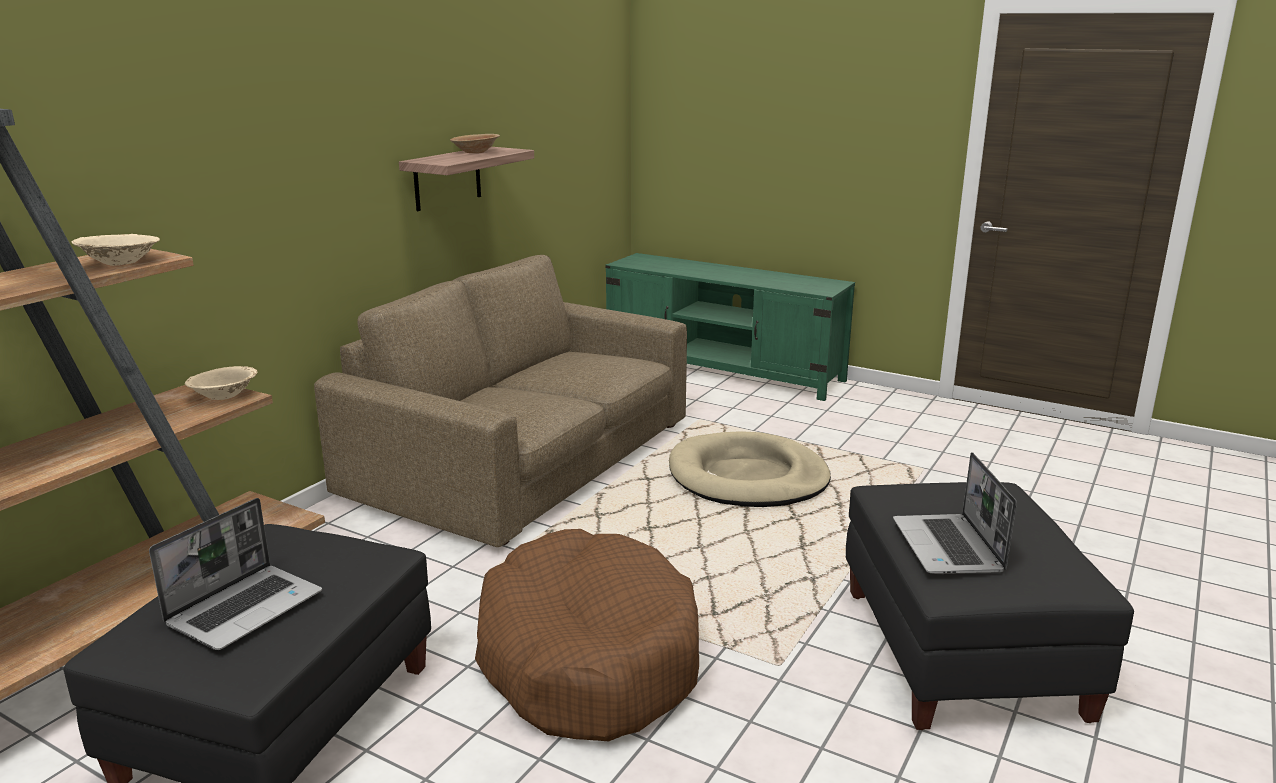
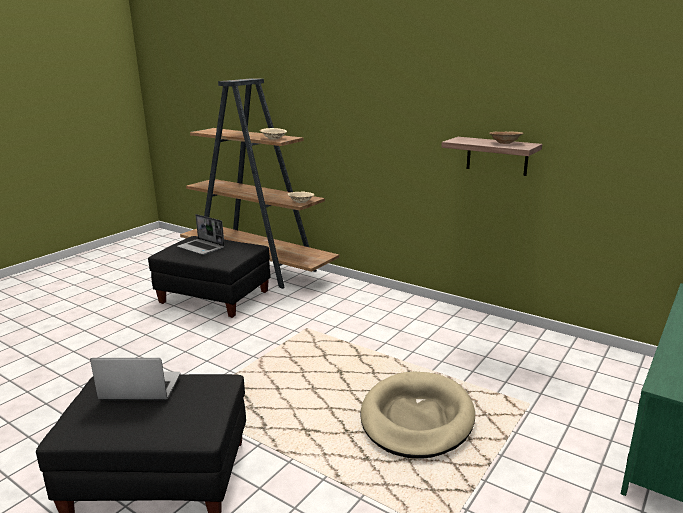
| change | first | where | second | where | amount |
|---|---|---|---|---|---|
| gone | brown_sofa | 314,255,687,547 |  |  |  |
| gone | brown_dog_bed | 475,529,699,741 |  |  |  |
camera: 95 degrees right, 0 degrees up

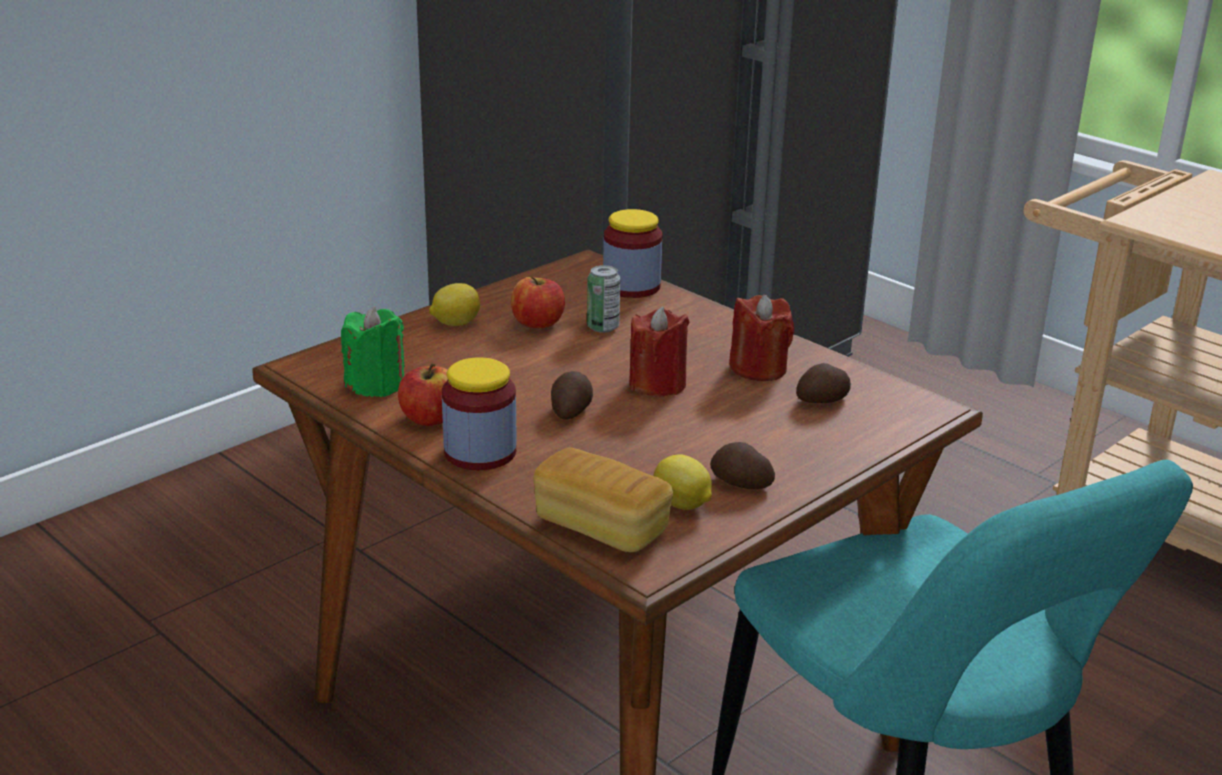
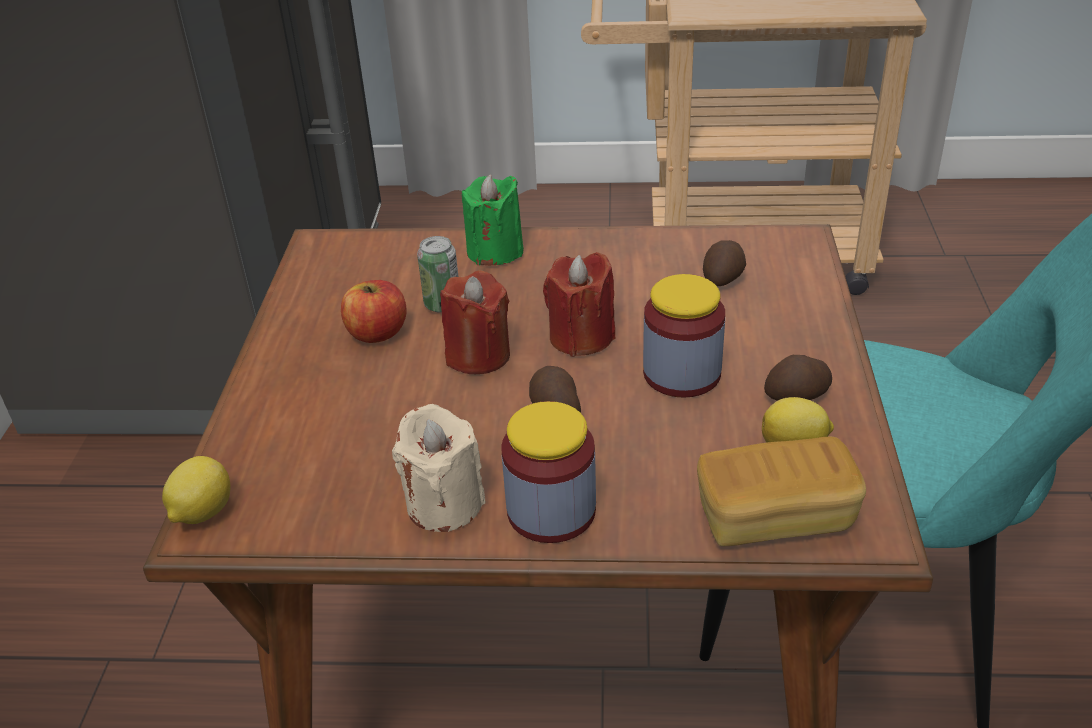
| change | first | where | second | where | amount |
|---|---|---|---|---|---|
| shifted | green_candle | 341,306,404,397 |  | 462,174,524,265 |  |
| shifted | lemon | 429,283,480,326 |  | 162,456,230,524 |  |
| shifted | jar | 603,209,663,298 |  | 643,274,725,398 |  |
| shifted | red_candle | 729,295,794,381 |  | 440,270,510,374 |  |
| swapped | apple | 398,363,448,426 | beige_candle | 392,404,486,532 |  |
camera: 40 degrees left, 10 degrees up

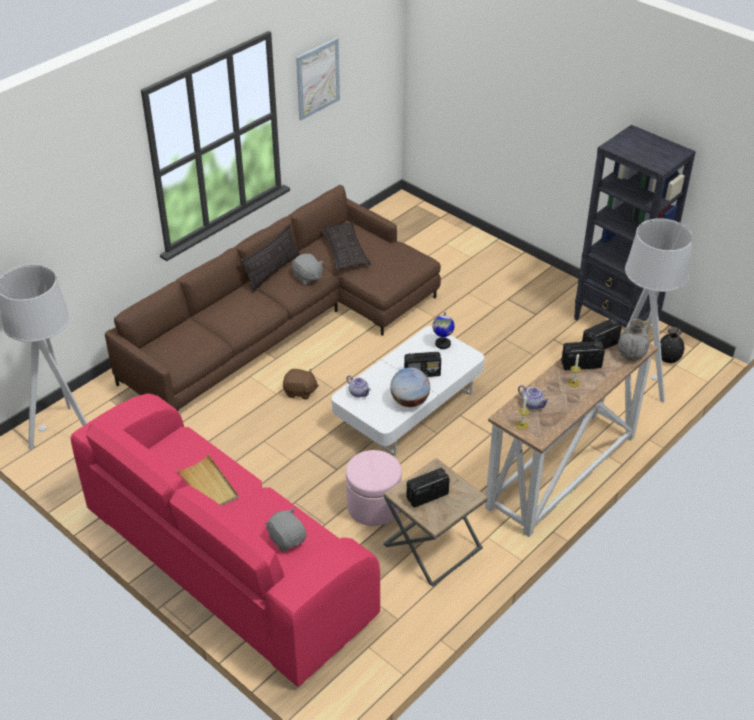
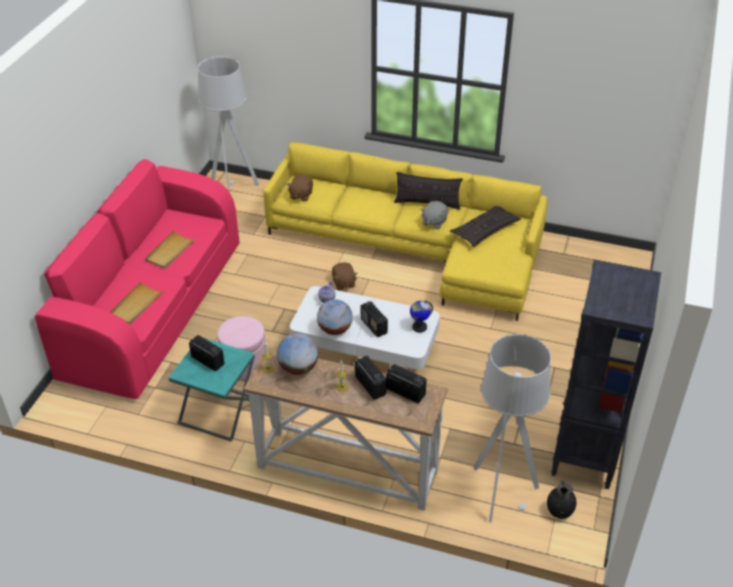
| change | first | where | second | where | amount |
|---|---|---|---|---|---|
| gone | picture | 296,38,340,120 |  |  |  |
| gone | grey_vase | 618,319,649,361 |  |  |  |
| new |  |  | brown_plush_toy | 287,175,313,201 |  |
| swapped | grey_plush_toy | 265,508,306,552 | beige_tray | 110,282,164,325 |  |
| swapped | teapot | 518,385,549,410 | globe | 277,333,318,375 |  |
| repainted | brown_sofa | 105,185,441,411 | yellow_sofa | 263,143,547,321 |  |
| repainted | brown_side_table | 384,458,487,586 | turquoise_side_table | 169,338,255,441 |  |
camera: 65 degrees right, 0 degrees up

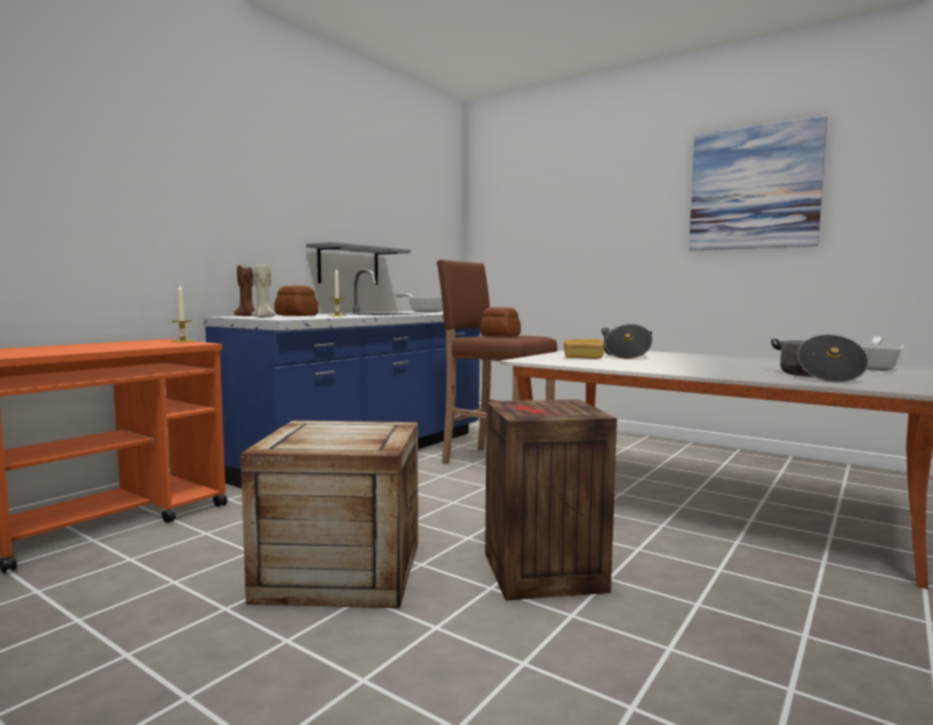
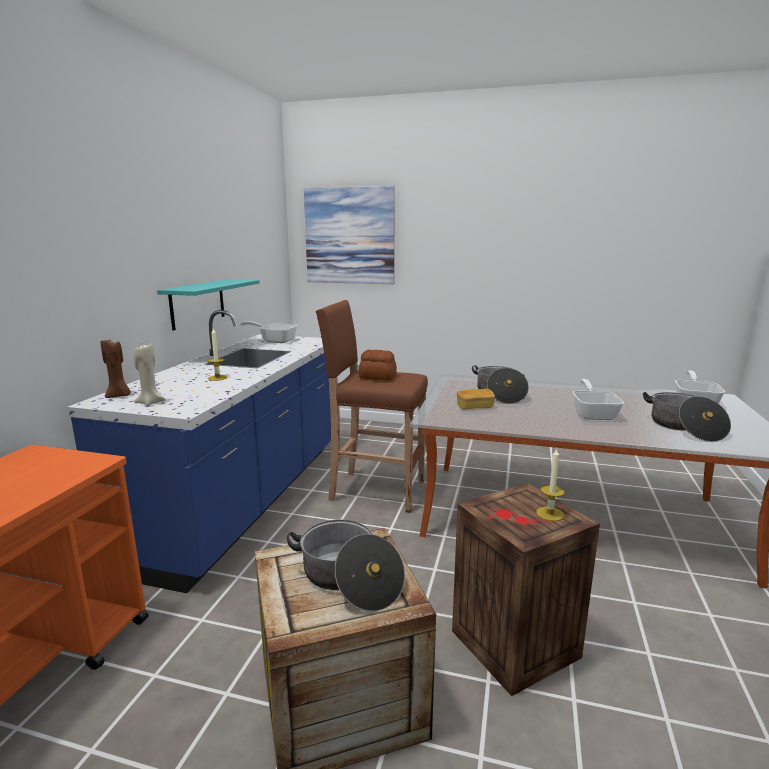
| change | first | where | second | where | amount |
|---|---|---|---|---|---|
| gone | bread | 274,285,318,316 |  |  |  |
| new |  |  | cooking_pot | 287,520,405,612 |  |
| new |  |  | frying_pan | 572,379,624,420 |  |
| shifted | candle | 171,285,194,342 |  | 536,449,565,521 |  |
| shifted | picture | 689,116,827,251 |  | 304,186,395,284 |  |
| repainted | grey_shelf | 306,242,411,285 | turquoise_shelf | 157,279,260,331 |  |
camera: 20 degrees left, 10 degrees up

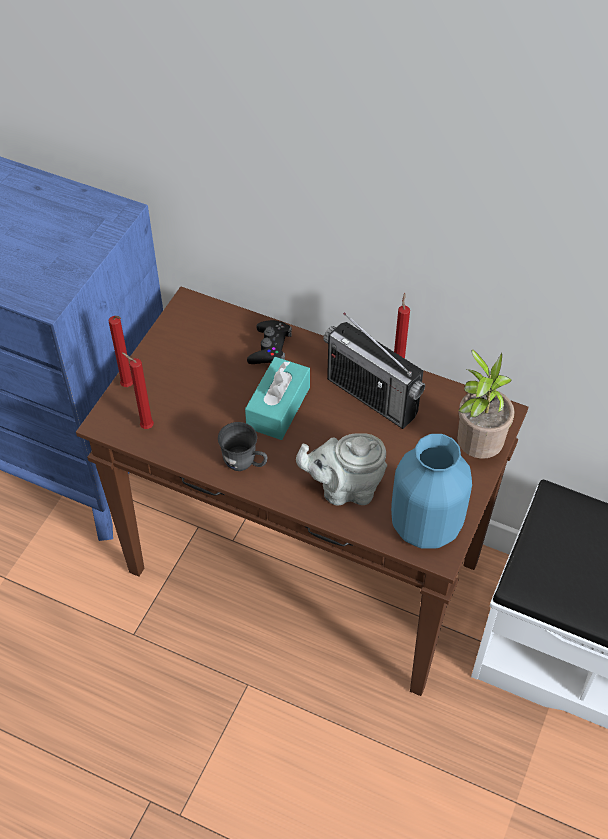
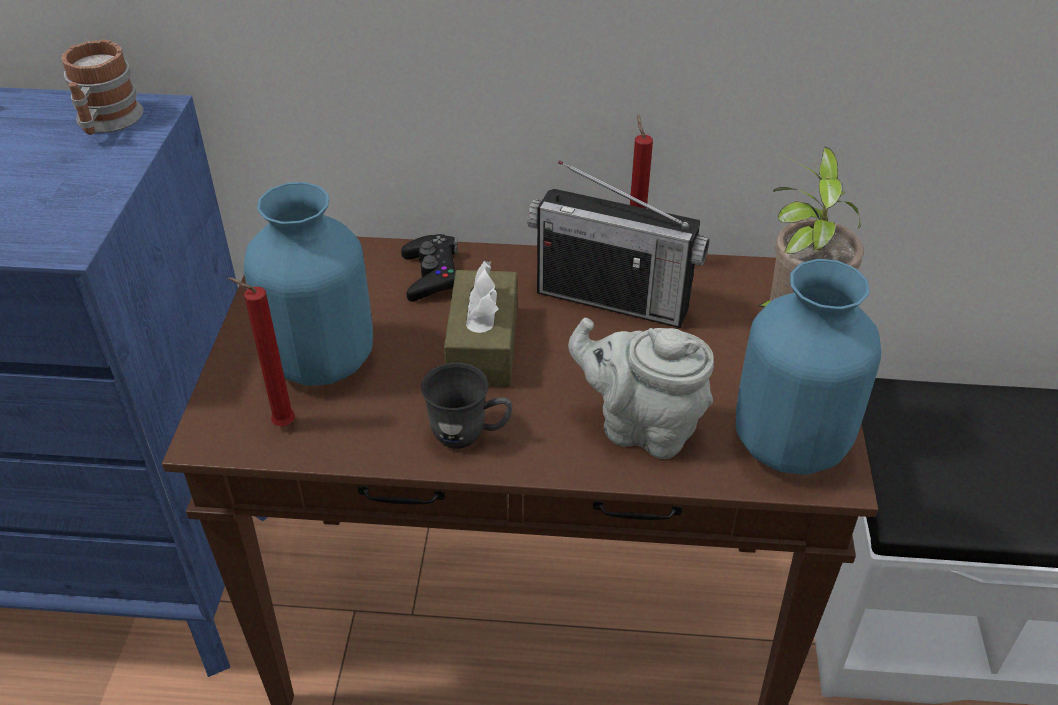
| change | first | where | second | where | amount |
|---|---|---|---|---|---|
| gone | red_candle | 109,316,133,387 |  |  |  |
| new |  |  | mug | 61,39,143,135 |  |
| new |  |  | blue_vase | 244,182,373,386 |  |
| repainted | turquoise_tissue_box | 245,357,310,440 | brown_tissue_box | 444,261,517,387 |  |
| rotated | grey_teapot | 296,433,387,506 |  | 568,318,714,459 | 45 degrees clockwise |
camera: 20 degrees left, 10 degrees down

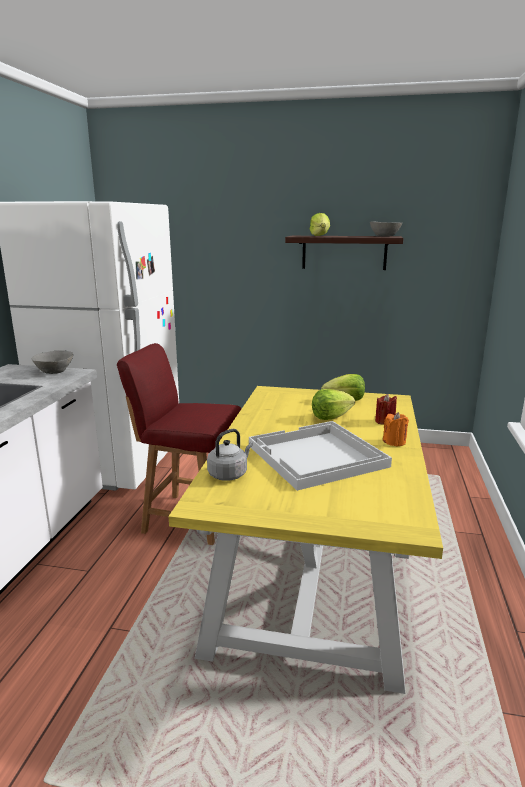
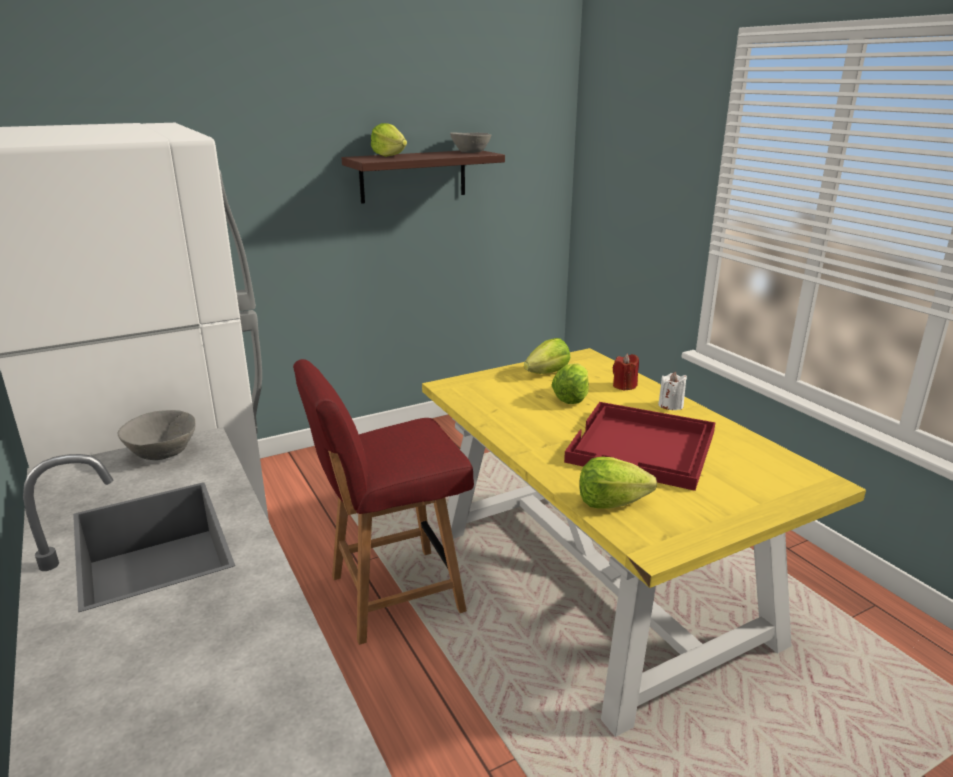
| change | first | where | second | where | amount |
|---|---|---|---|---|---|
| swapped | grey_kettle | 207,429,253,481 | lettuce | 579,457,657,508 |  |
| repainted | white_tray | 249,421,392,491 | red_tray | 564,402,716,491 |  |
| repainted | orange_candle | 383,412,409,447 | white_candle | 658,372,687,410 |  |
camera: 40 degrees left, 5 degrees up

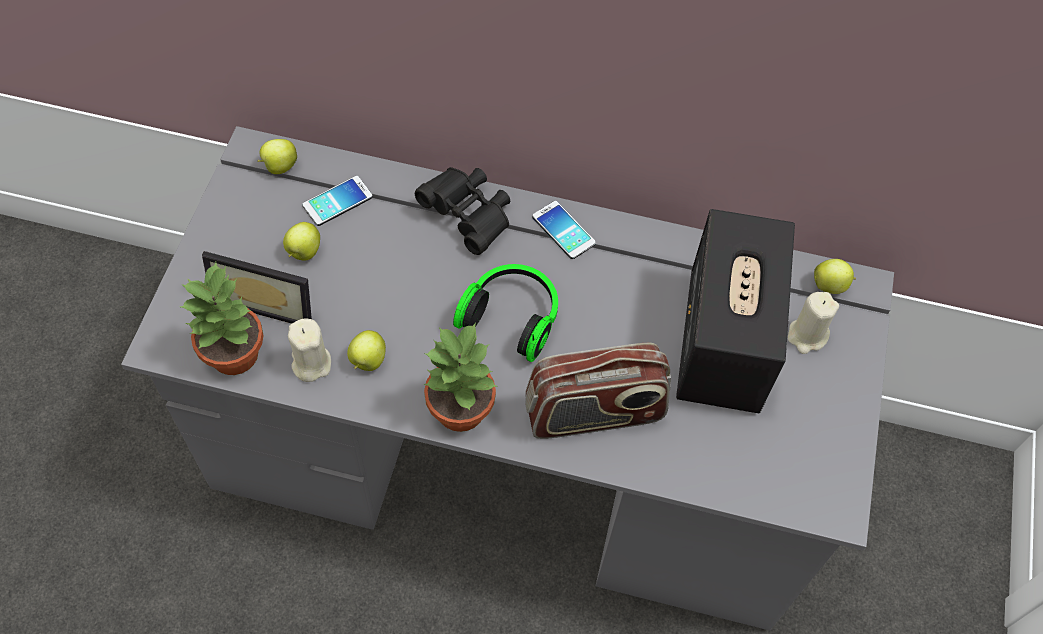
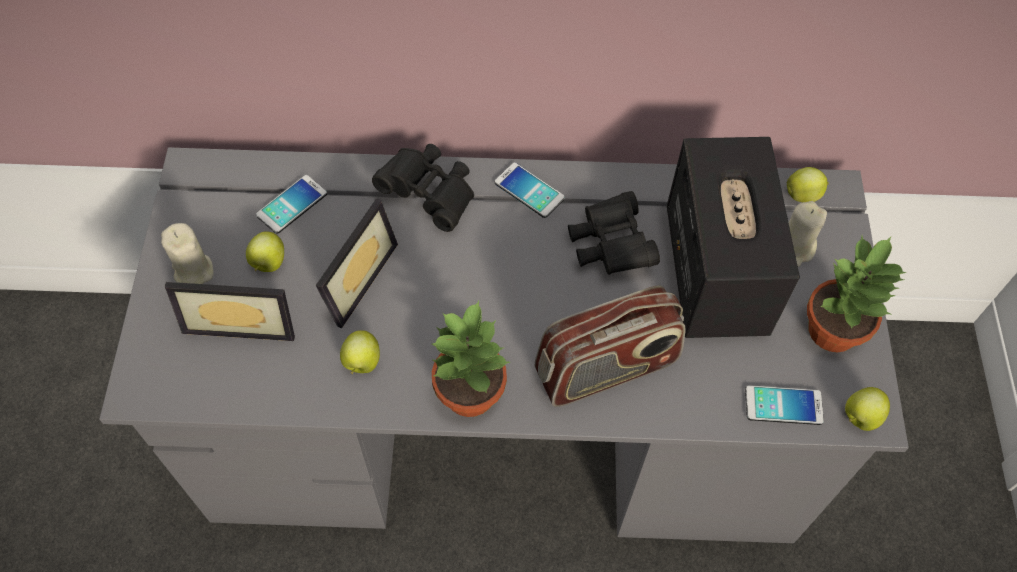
| change | first | where | second | where | amount |
|---|---|---|---|---|---|
| gone | headphones | 453,264,558,362 |  |  |  |
| new |  |  | picture_frame | 316,198,398,328 |  |
| new |  |  | black_binoculars | 568,191,660,275 |  |
| new |  |  | phone | 745,385,824,425 |  |
| shifted | potted_plant | 181,262,264,375 |  | 807,236,907,353 |  |
| shifted | apple | 258,139,297,174 |  | 845,387,890,431 |  |
| shifted | beige_candle | 288,319,331,382 |  | 161,223,214,284 |  |
camera: 10 degrees left, 0 degrees up

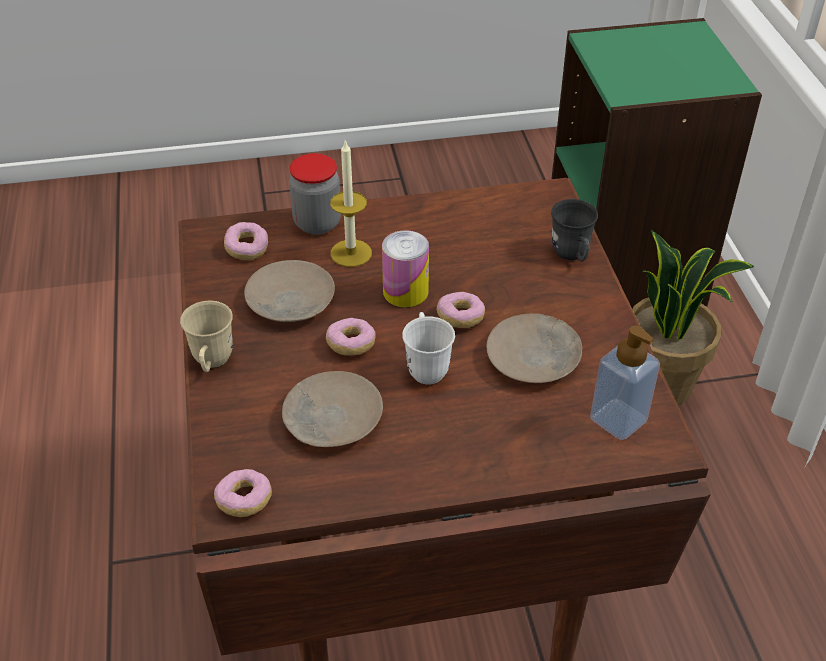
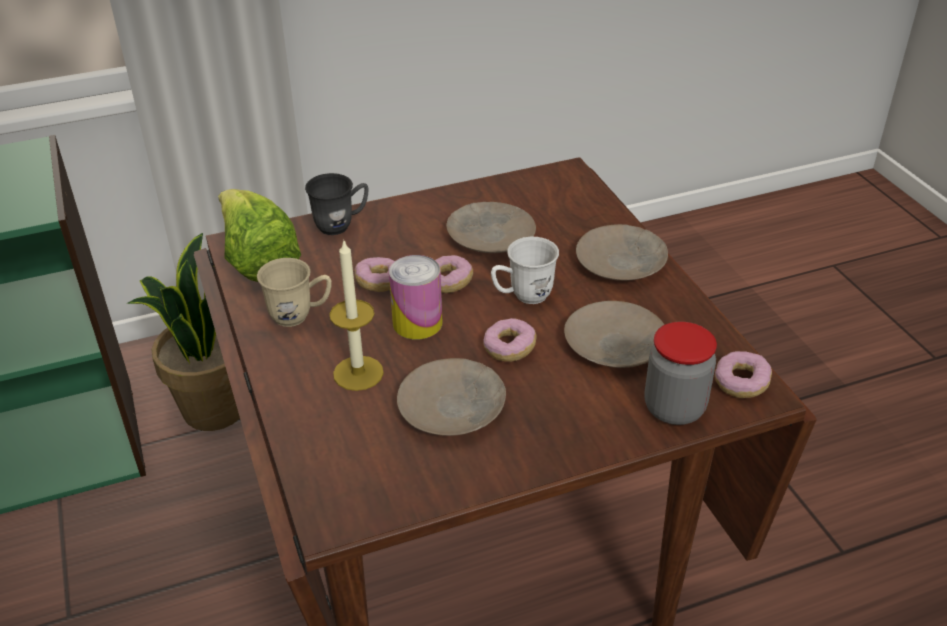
| change | first | where | second | where | amount |
|---|---|---|---|---|---|
| gone | soap_dispenser | 590,325,660,440 |  |  |  |
| new |  |  | lettuce | 218,189,301,282 |  |
| new |  |  | beige_plate | 576,224,668,281 |  |
| shifted | beige_mug | 180,300,233,372 |  | 257,258,332,327 |  |
| shifted | donut | 224,222,268,260 |  | 354,257,394,292 |  |
| shifted | jar | 289,154,341,235 |  | 644,322,717,425 |  |
camera: 100 degrees left, 5 degrees down

